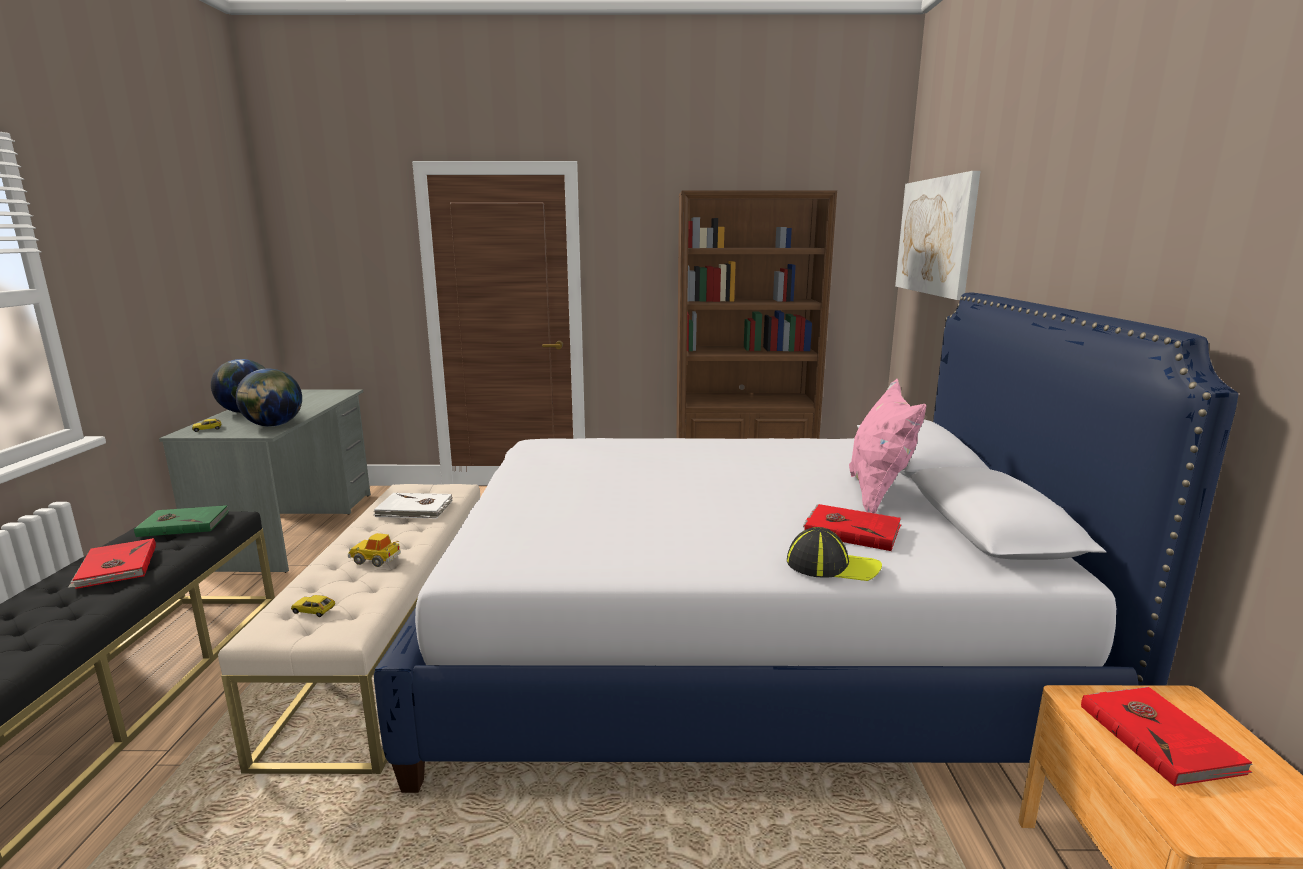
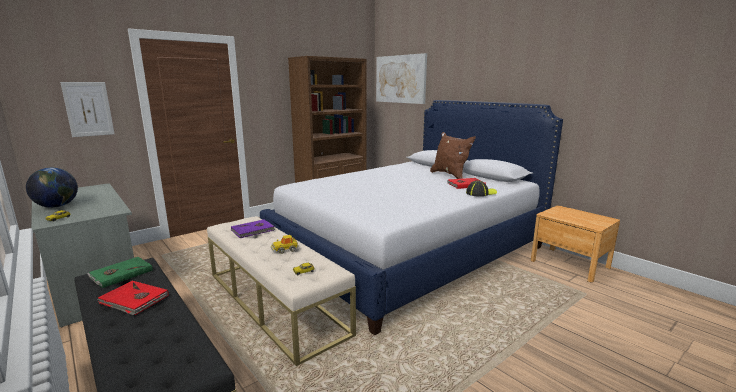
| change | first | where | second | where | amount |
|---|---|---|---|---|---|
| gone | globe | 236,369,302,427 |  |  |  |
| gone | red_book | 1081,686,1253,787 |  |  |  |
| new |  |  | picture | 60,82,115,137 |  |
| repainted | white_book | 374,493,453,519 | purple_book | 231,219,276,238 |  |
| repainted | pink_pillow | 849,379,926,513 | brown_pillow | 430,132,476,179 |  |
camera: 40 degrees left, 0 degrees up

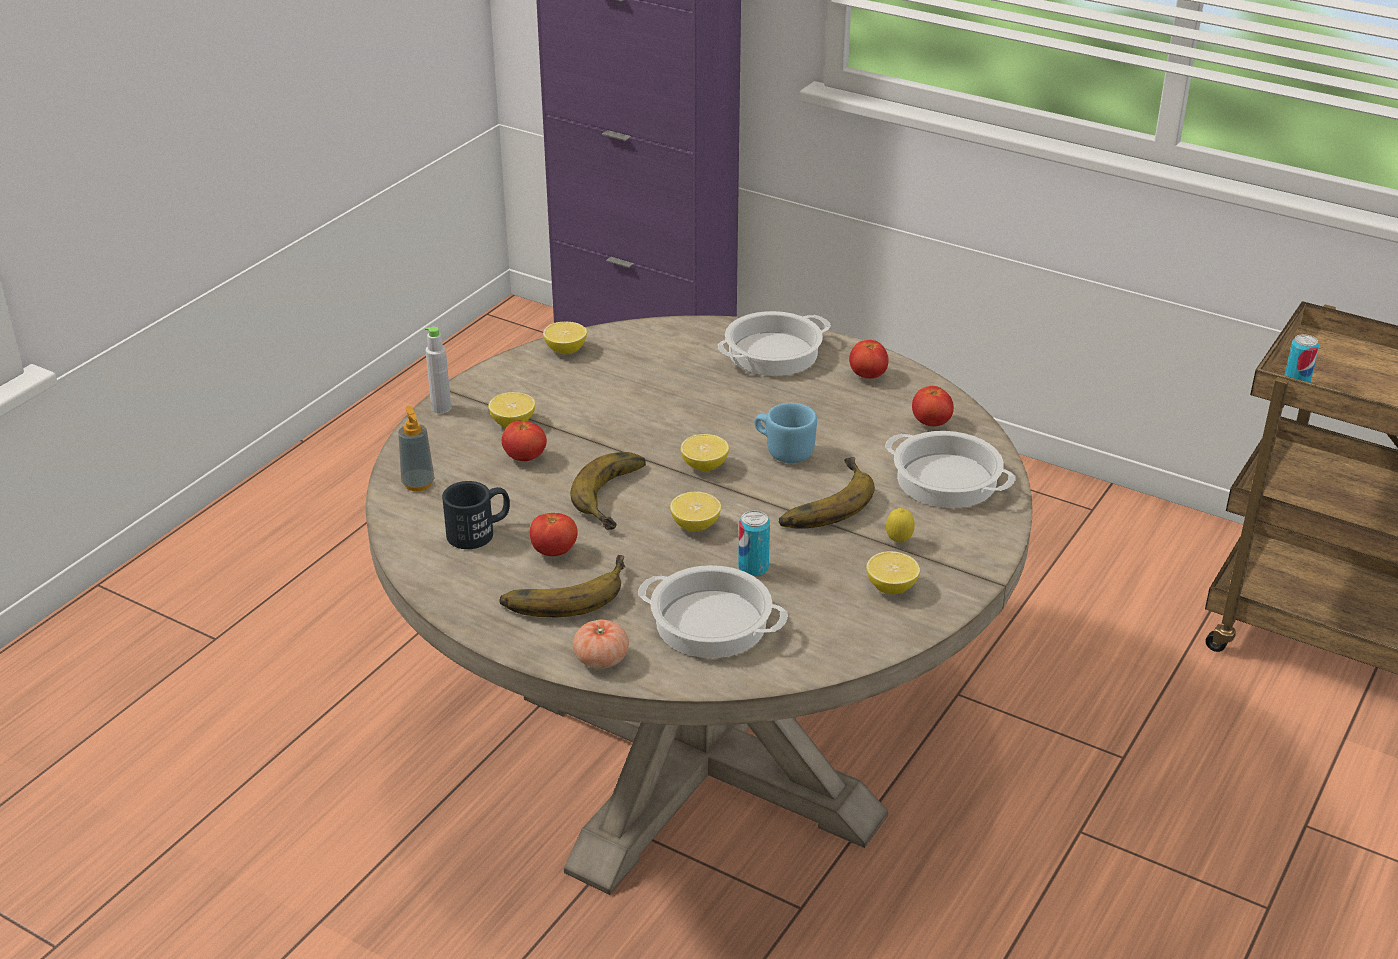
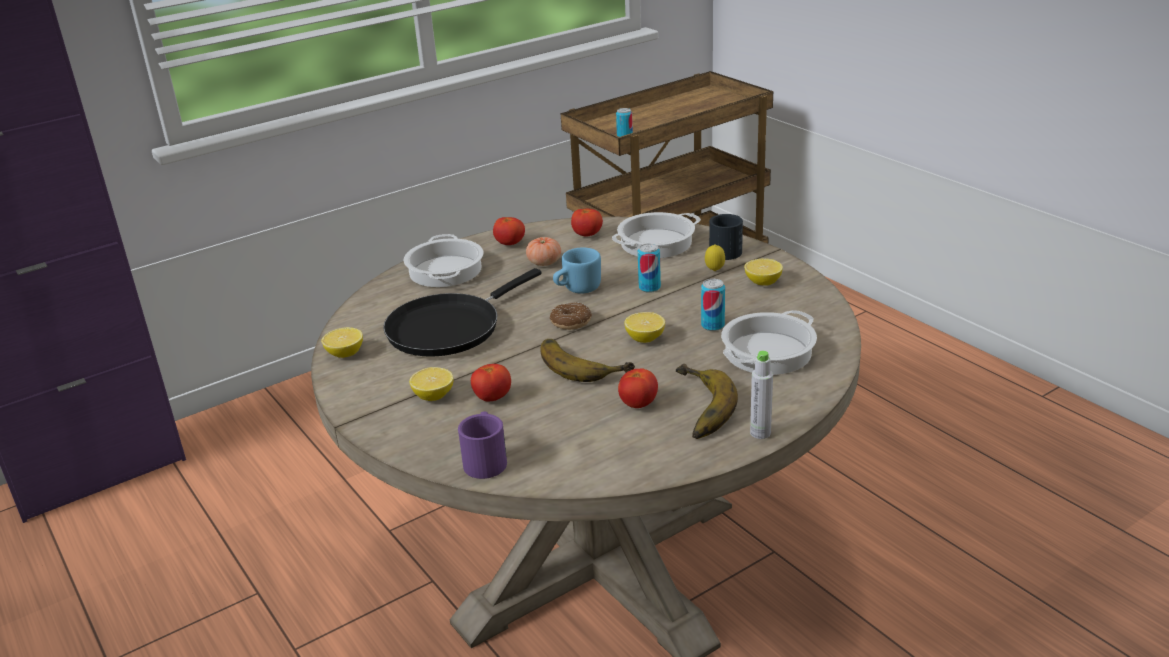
| change | first | where | second | where | amount |
|---|---|---|---|---|---|
| new |  |  | black_frying_pan | 383,268,541,356 |  |
| shifted | grey_bottle | 425,327,451,414 |  | 750,351,773,439 |  |
| shifted | black_mug | 442,481,510,549 |  | 709,214,743,260 |  |
| shifted | tomato | 573,619,629,669 |  | 526,237,561,266 |  |
| swapped | soap_dispenser | 398,406,435,491 | purple_mug | 458,411,507,479 |  |
| swapped | lemon | 681,434,729,471 | donut | 550,302,592,330 |  |
| swapped | banana | 779,457,875,529 | can | 638,243,661,293 |  |
camera: 65 degrees left, 5 degrees down

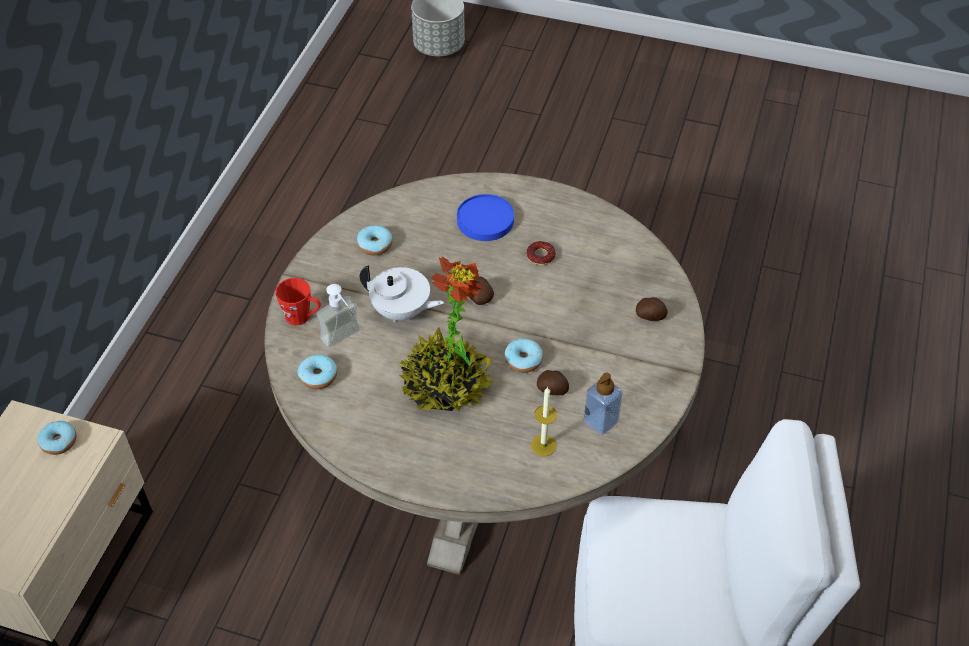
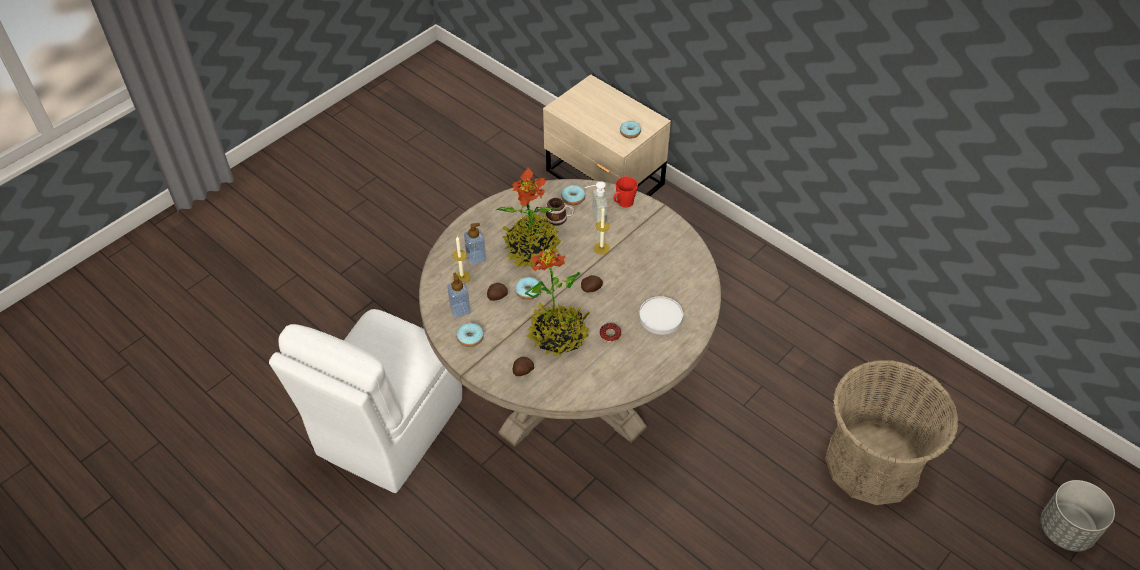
| change | first | where | second | where | amount |
|---|---|---|---|---|---|
| new |  |  | soap_dispenser | 464,223,486,265 |  |
| new |  |  | potted_plant | 525,249,590,357 |  |
| new |  |  | mug | 545,198,574,226 |  |
| new |  |  | basket | 825,360,958,505 |  |
| shifted | donut | 357,225,393,255 |  | 457,323,484,347 |  |
| swapped | white_teapot | 360,265,444,322 | candle | 594,207,610,255 |  |
| repainted | blue_plate | 457,194,514,241 | white_plate | 639,296,683,335 |  |
camera: 115 degrees right, 0 degrees up

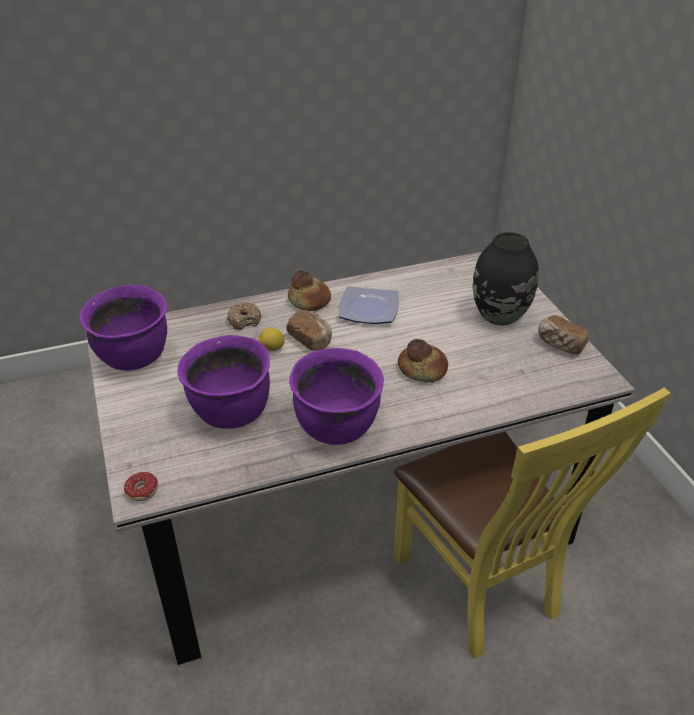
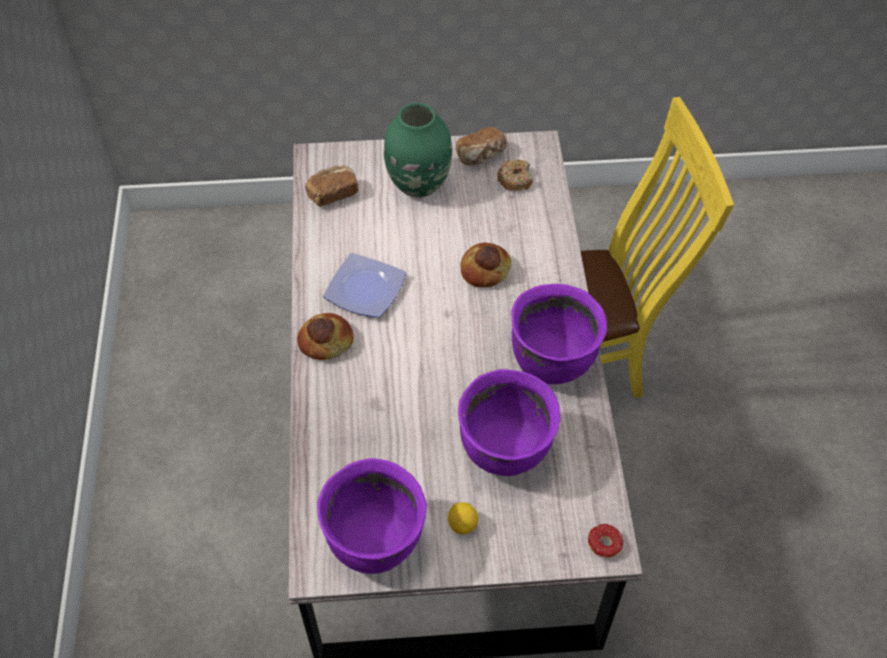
| change | first | where | second | where | amount |
|---|---|---|---|---|---|
| shifted | donut | 227,302,261,330 |  | 497,159,533,191 |  |
| shifted | lemon | 259,327,285,351 |  | 448,502,478,534 |  |
| shifted | bread | 286,310,332,351 |  | 305,165,359,206 |  |
| repainted | black_vase | 473,232,539,326 | green_vase | 384,103,452,198 |  |
camera: 75 degrees left, 15 degrees up

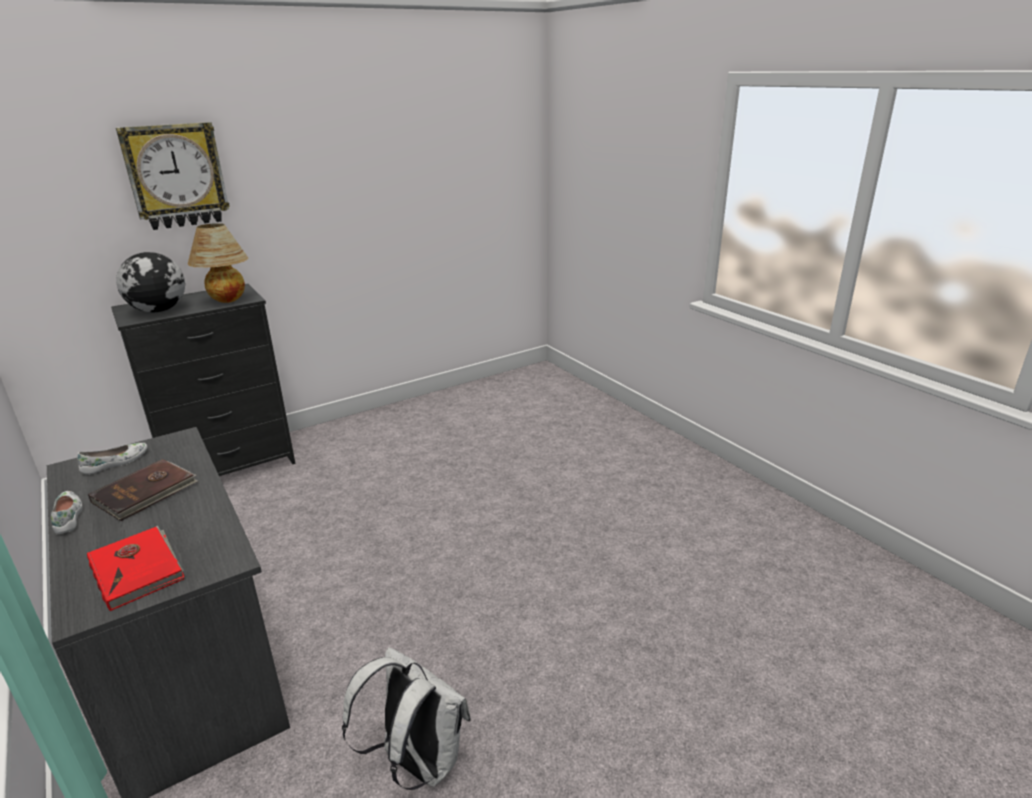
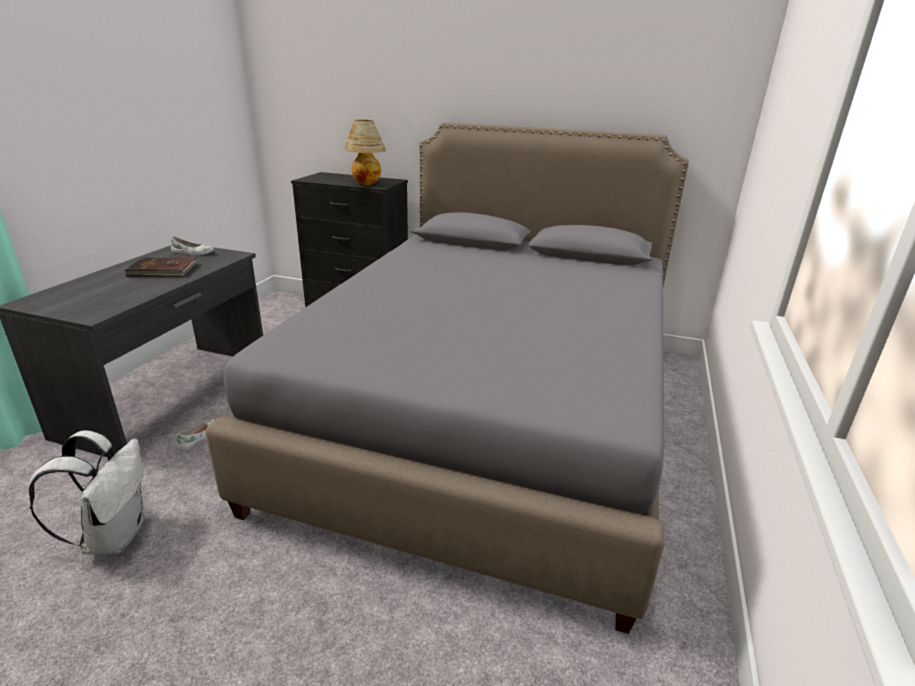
| change | first | where | second | where | amount |
|---|---|---|---|---|---|
| gone | red_book | 87,526,185,611 |  |  |  |
| gone | wall_clock | 116,122,230,230 |  |  |  |
| gone | globe | 116,252,185,312 |  |  |  |
| new |  |  | grey_bed | 206,122,689,634 |  |
| shifted | white_shoe | 51,491,83,535 |  | 176,420,215,450 |  |
camera: 50 degrees right, 0 degrees up

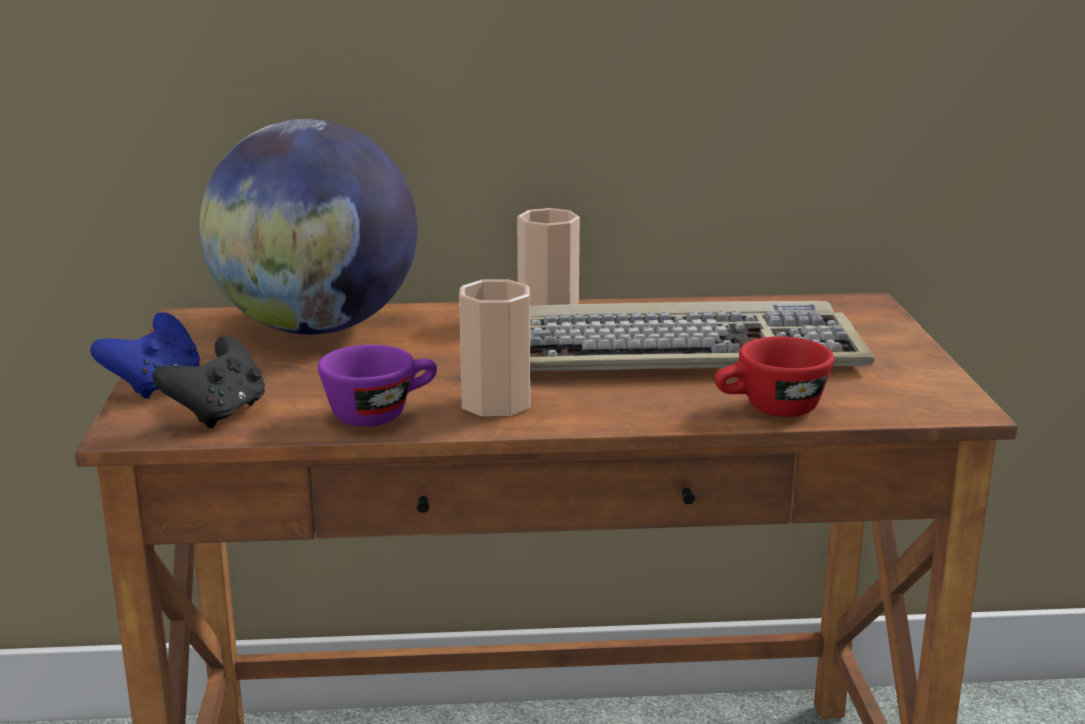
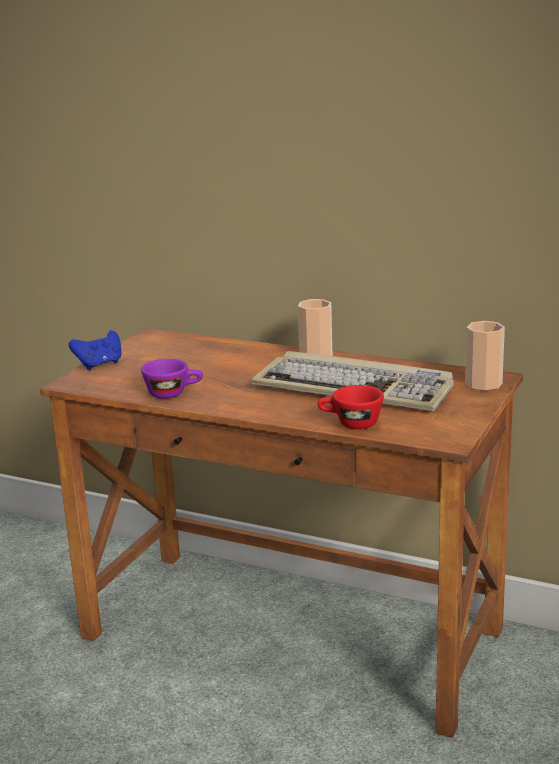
| change | first | where | second | where | amount |
|---|---|---|---|---|---|
| gone | black_game_controller | 152,336,265,428 |  |  |  |
| gone | globe | 199,119,418,335 |  |  |  |
| shifted | cup | 459,279,530,417 |  | 465,321,505,391 |  |
camera: 30 degrees right, 0 degrees up

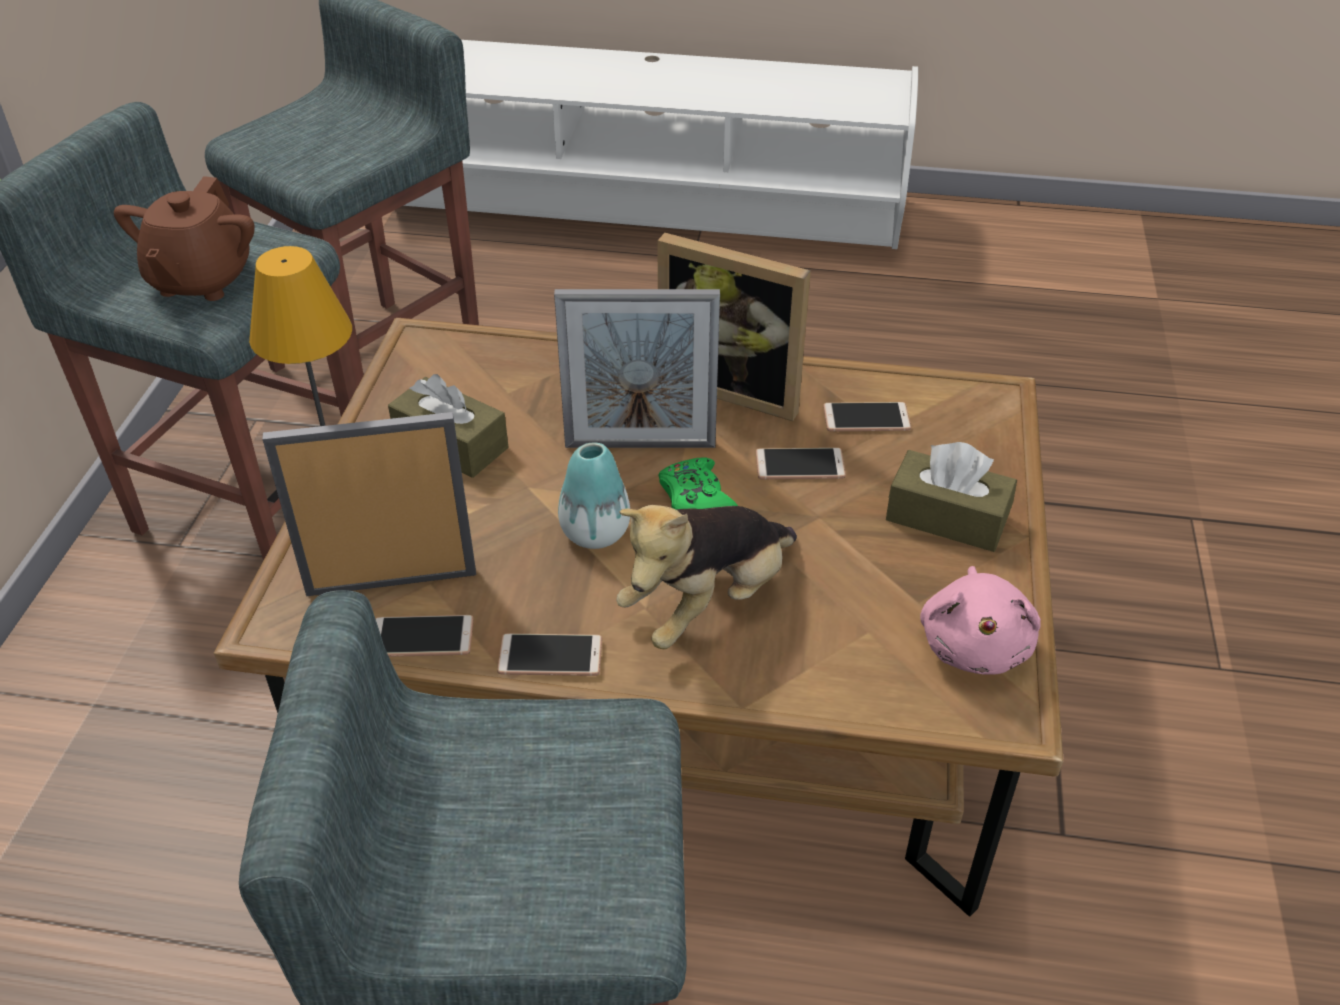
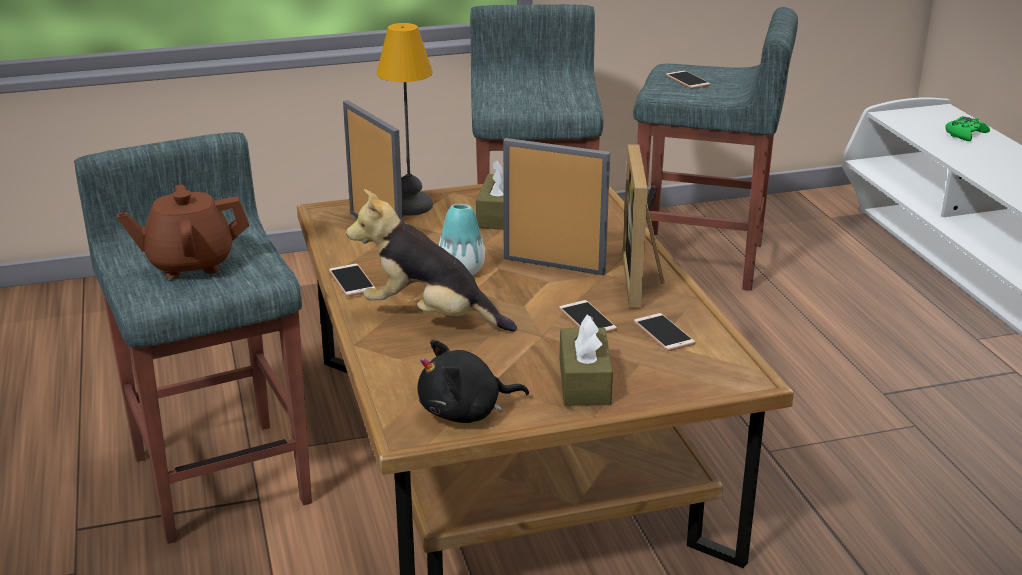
| change | first | where | second | where | amount |
|---|---|---|---|---|---|
| shifted | brown_teapot | 114,176,255,301 |  | 117,184,249,279 |  |
| shifted | phone | 375,615,474,657 |  | 666,70,711,89 |  |
| shifted | green_game_controller | 658,457,738,510 |  | 945,116,990,141 |  |
| repainted | pink_plush_toy | 920,566,1041,675 | black_plush_toy | 418,340,529,423 |  |
| rotated | picture_frame | 554,289,720,448 |  | 503,138,610,275 | 135 degrees clockwise |
camera: 65 degrees right, 15 degrees down

